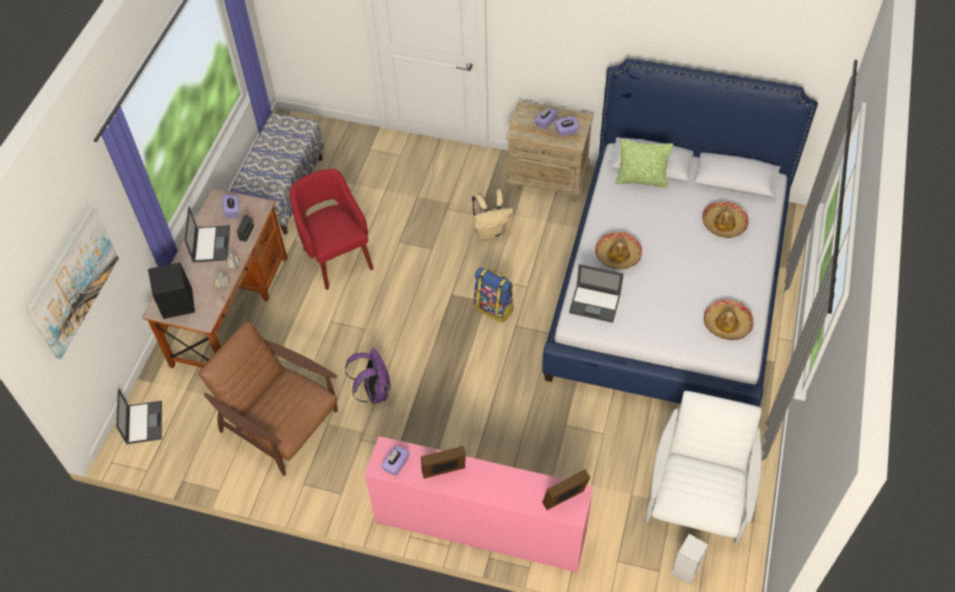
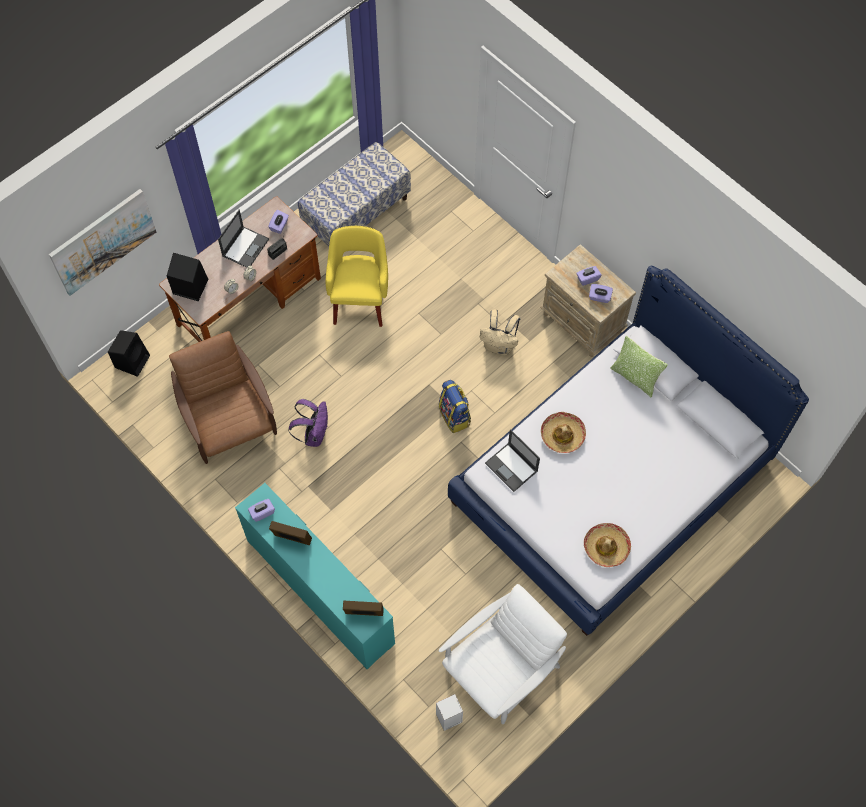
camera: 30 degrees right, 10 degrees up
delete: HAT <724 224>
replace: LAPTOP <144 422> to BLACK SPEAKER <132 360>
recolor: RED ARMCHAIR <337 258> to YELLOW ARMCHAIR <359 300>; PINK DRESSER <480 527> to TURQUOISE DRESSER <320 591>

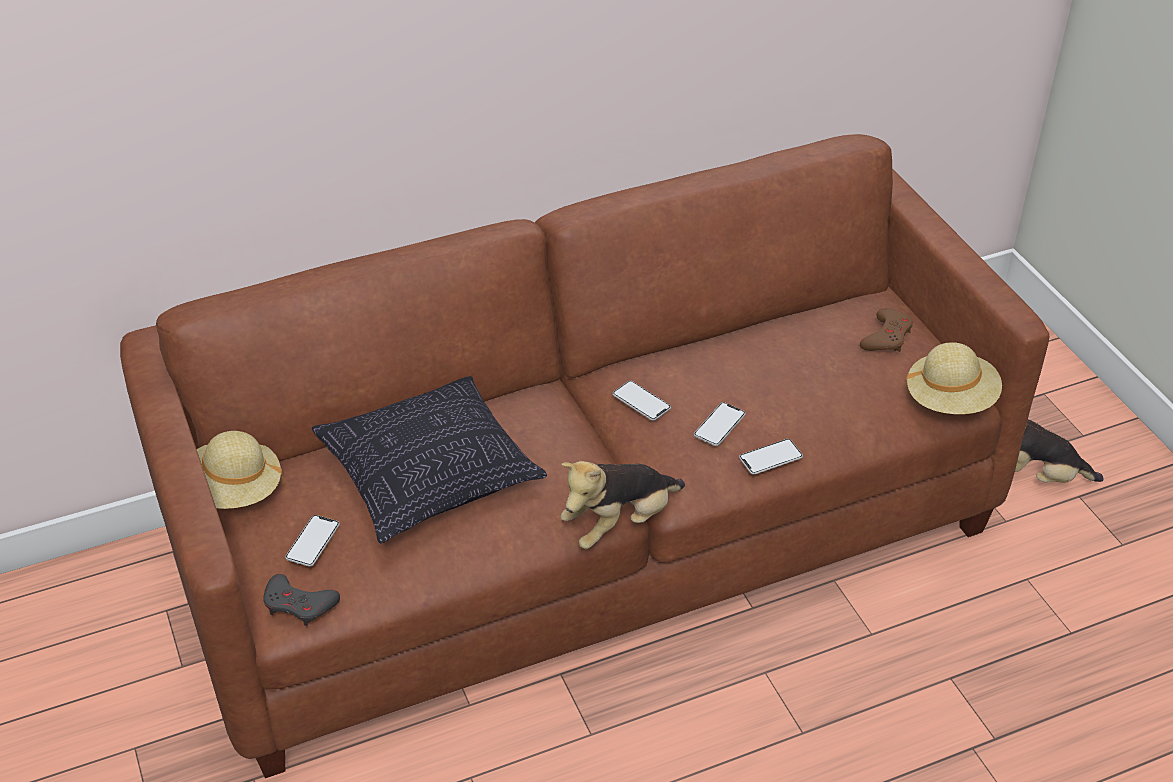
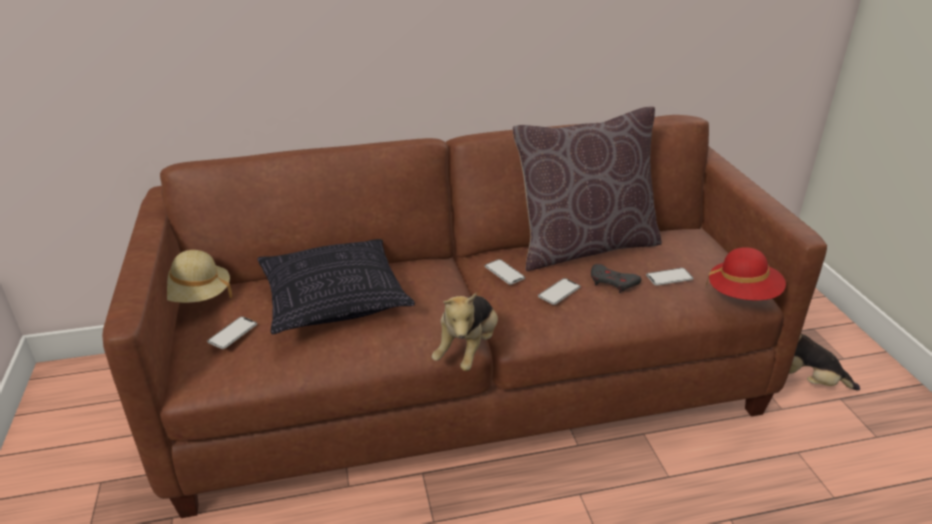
camera: 10 degrees right, 10 degrees down
delete: BROWN GAME CONTROLLER <886 336>
insert: BROWN PILLOW <584 246>
move: GREY GAME CONTROLLER <299 604> to <613 282>; PHONE <770 458> to <669 277>
recolor: BEIGE HAT <950 400> to RED HAT <743 295>
rotate: PLUSH TOY <619 523> = <467 349> 45 degrees counterclockwise

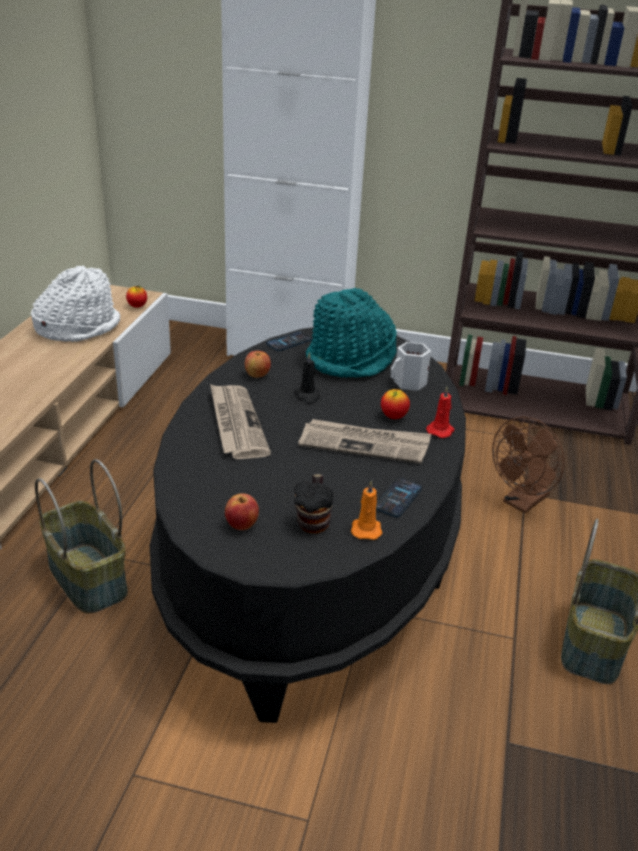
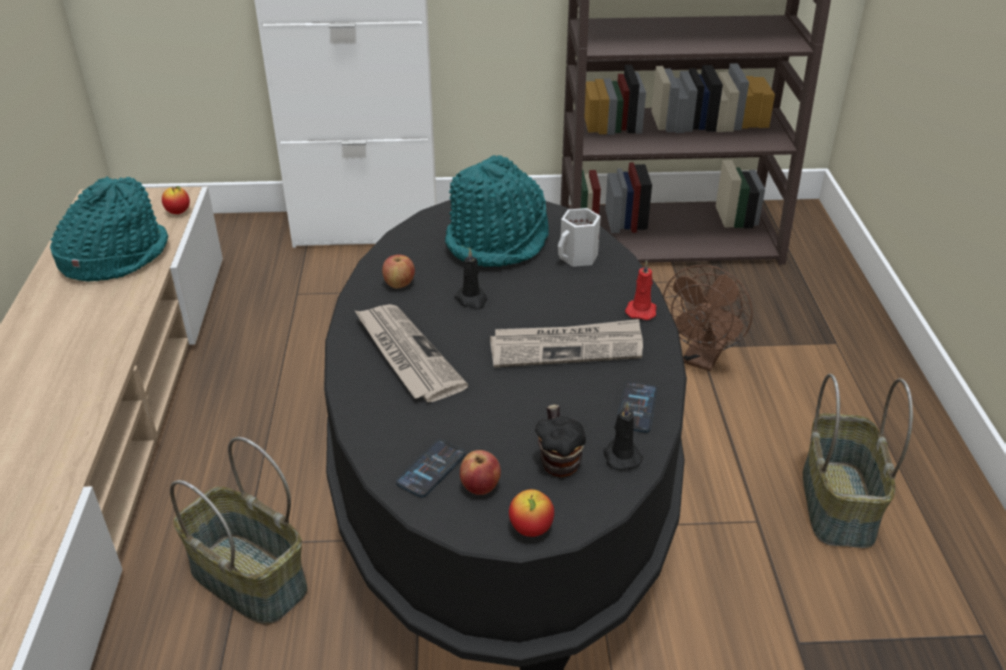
camera: 15 degrees left, 5 degrees up
move: PHONE <289 342> to <431 469>; APPLE <393 417> to <531 529>
recolor: WHITE HAT <78 327> to TURQUOISE HAT <114 256>; ORANGE CANDLE <366 529> to BLACK CANDLE <621 455>

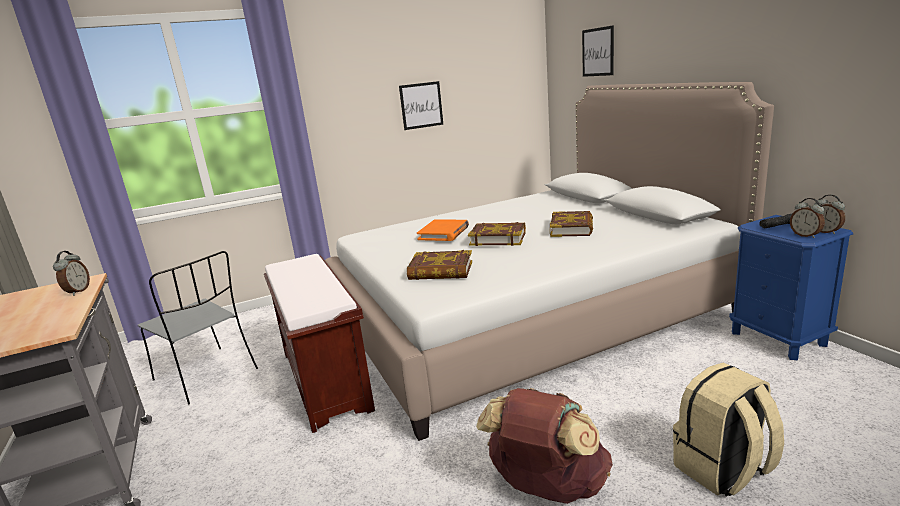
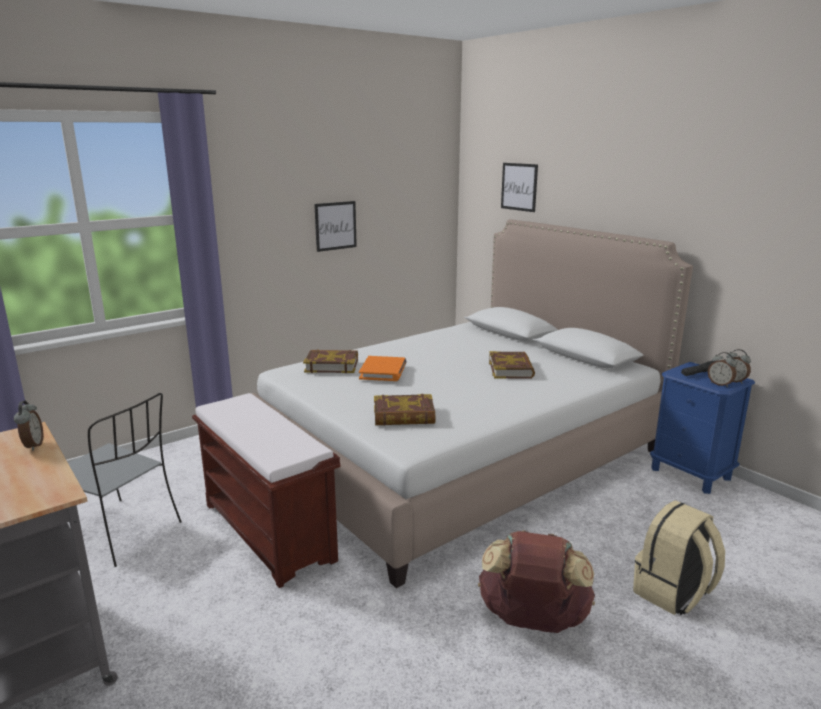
camera: 15 degrees left, 0 degrees up
move: BOOK <498 238> to <331 365>

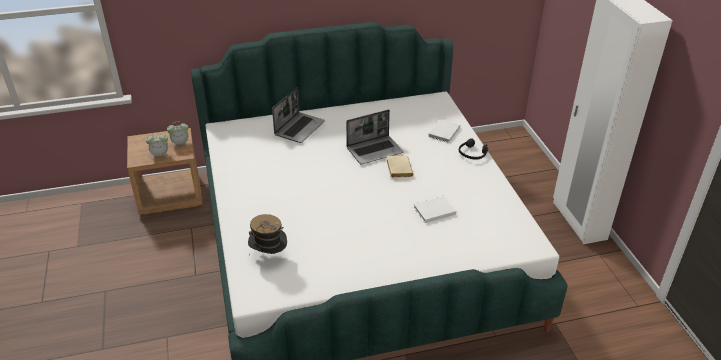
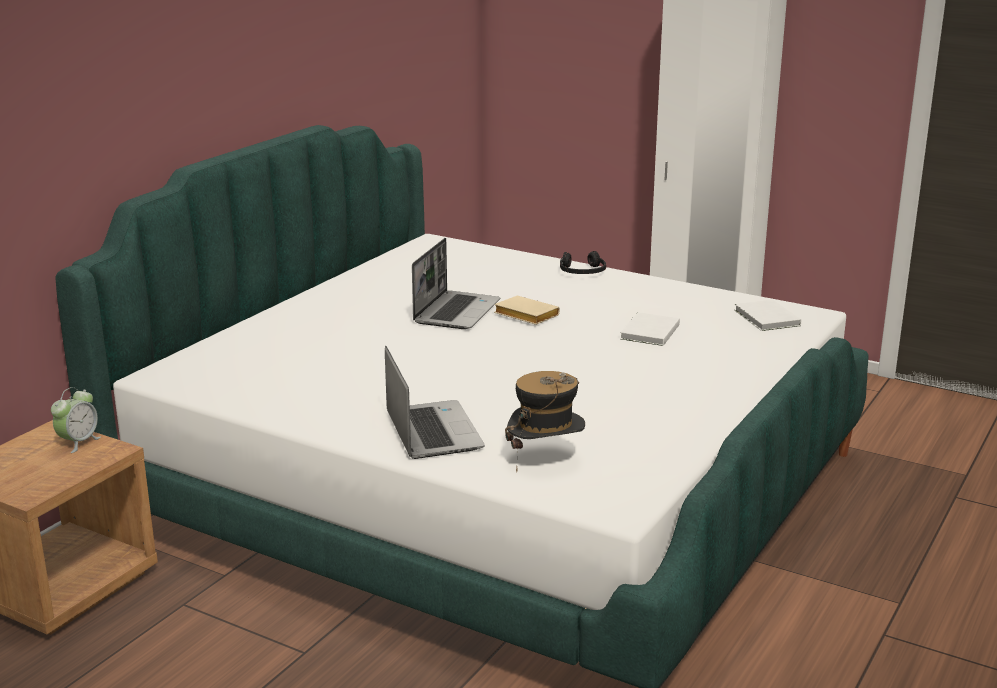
camera: 45 degrees left, 15 degrees down
delete: ALARM CLOCK <160 155>
move: LAPTOP <299 128> to <431 431>; WHITE BOOK <443 132> to <766 319>

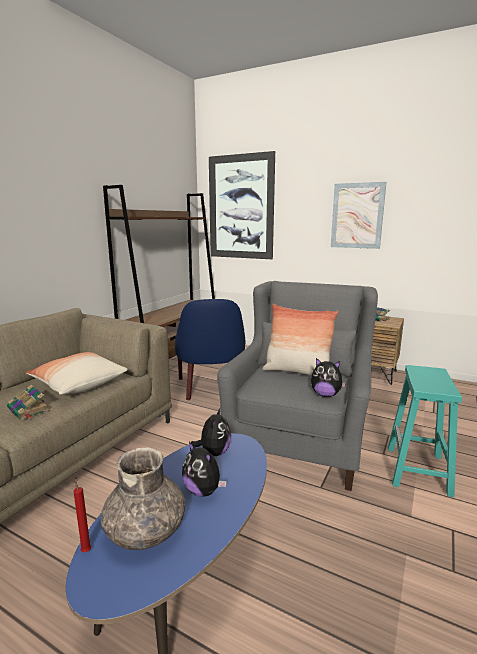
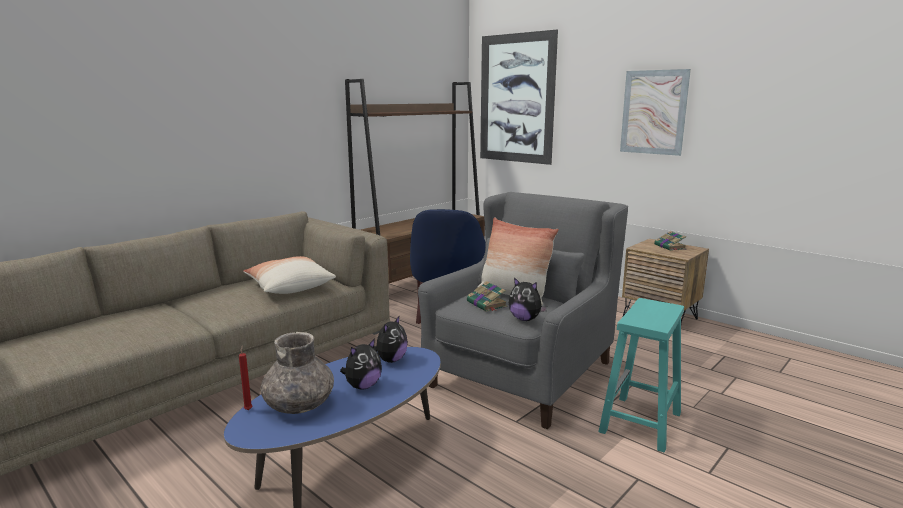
camera: 15 degrees right, 0 degrees up
move: BOOK <28 410> to <487 304>
rotate: PLUSH TOY <203 491> = <362 386> 105 degrees counterclockwise

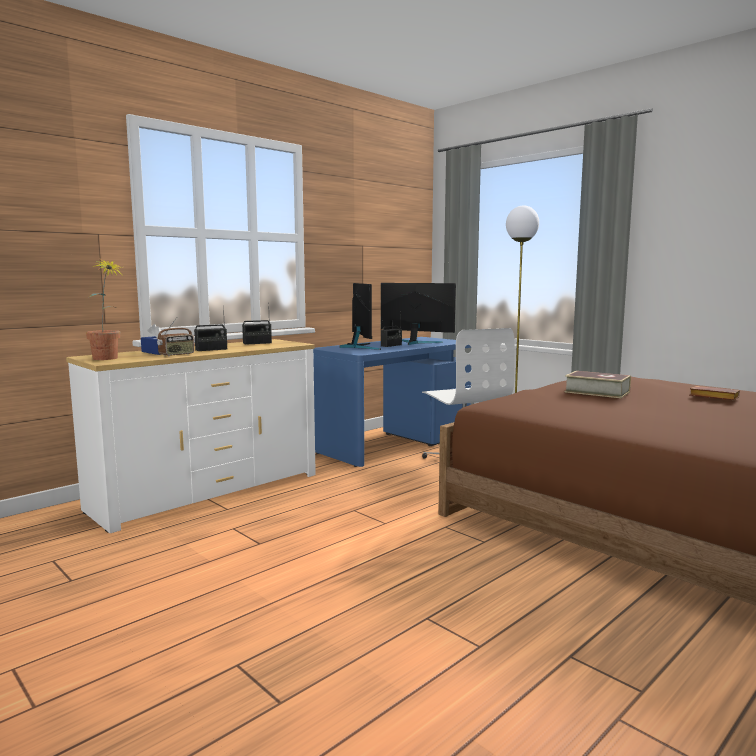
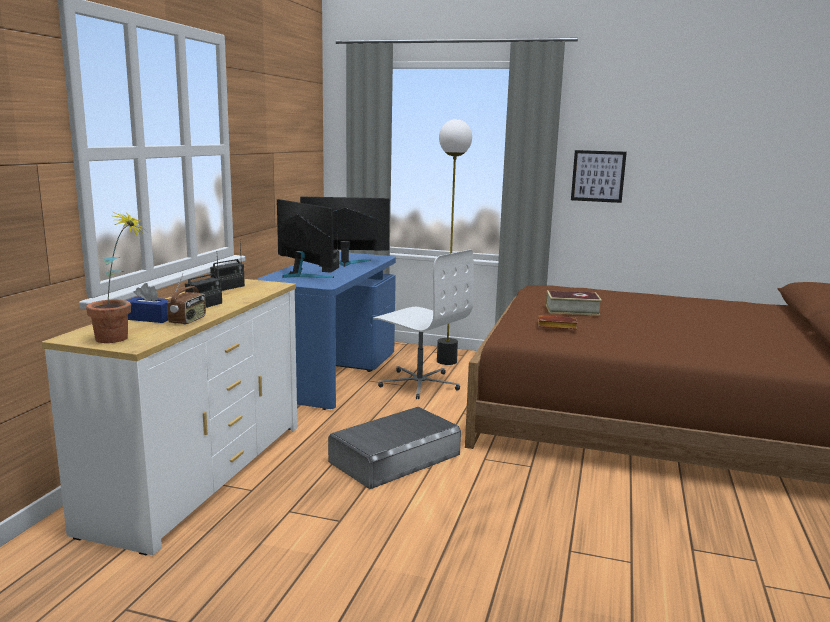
camera: 30 degrees left, 5 degrees up
insert: GREY STORAGE BOX <395 457>; PICTURE <598 176>
move: BROWN BOOK <712 397> to <555 326>

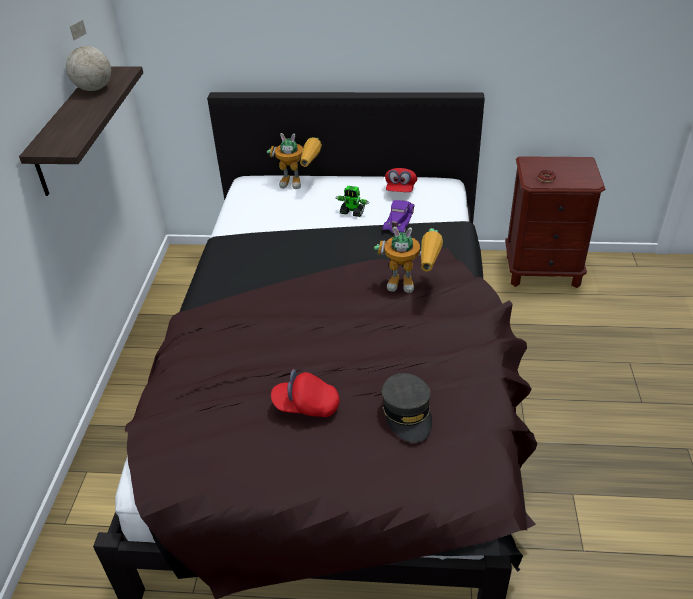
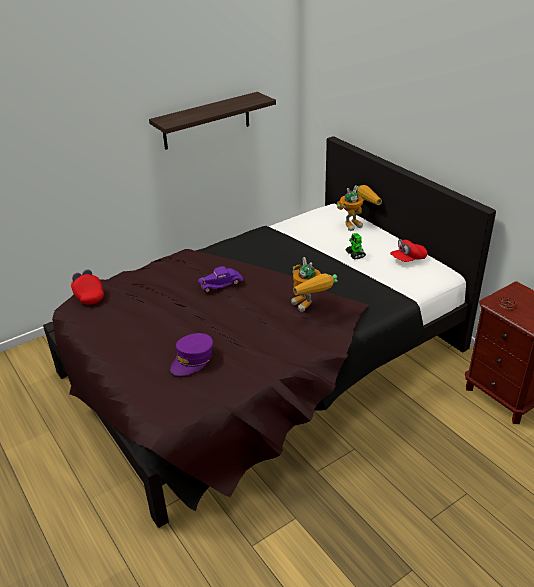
camera: 50 degrees right, 5 degrees down
delete: GLOBE <94 89>
move: RED CAP <306 406> to <88 295>; PURPLE TOY CAR <399 220> to <221 283>
recolor: GREY CAP <407 414> to PURPLE CAP <192 360>
rotate: TOY ROBOT <300 183> = <357 223> 90 degrees counterclockwise

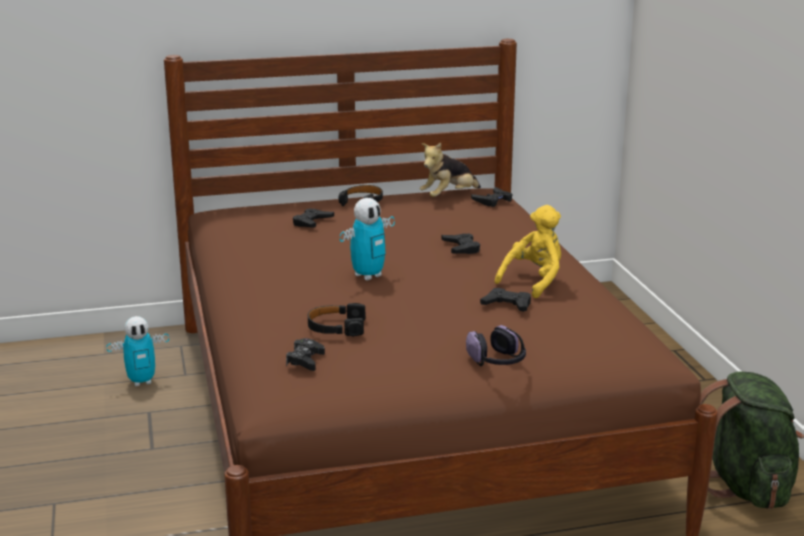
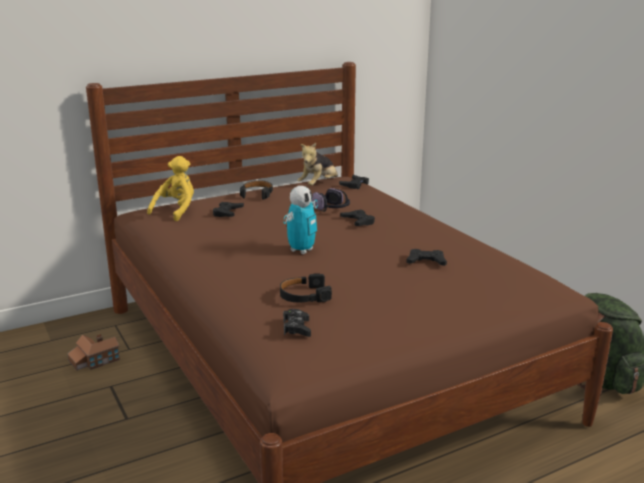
camera: 15 degrees left, 0 degrees up
move: HEADPHONES <497 362> to <332 209>; YELLOW PLUSH TOY <534 281> to <176 211>
replace: TOY ROBOT <142 382> to TOY HOUSE <94 360>

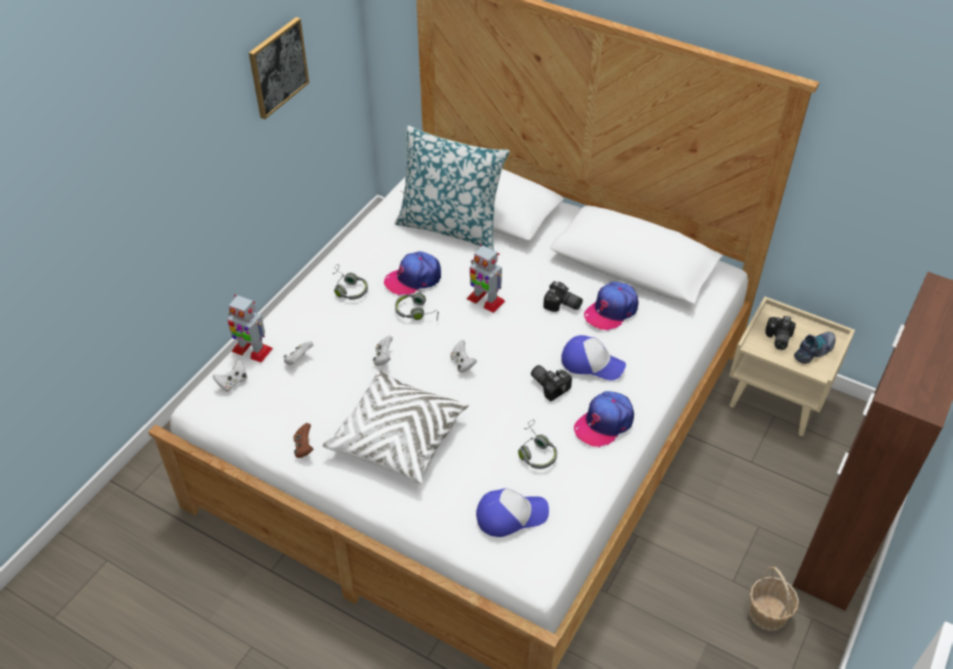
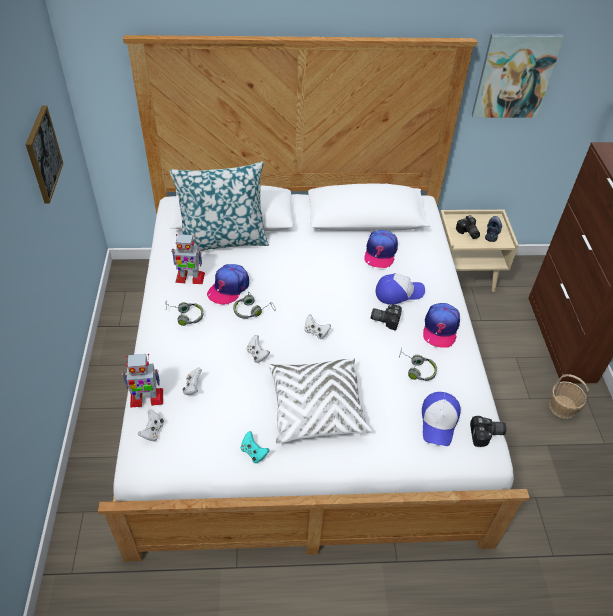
camera: 35 degrees left, 0 degrees up
insert: PICTURE <514 76>
move: TOY ROBOT <485 300> to <189 277>; PHOTO CAMERA <562 305> to <486 435>
recolor: BROWN GAME CONTROLLER <304 447> to TURQUOISE GAME CONTROLLER <254 452>
rotate: CAP <511 515> = <439 422> 150 degrees clockwise

